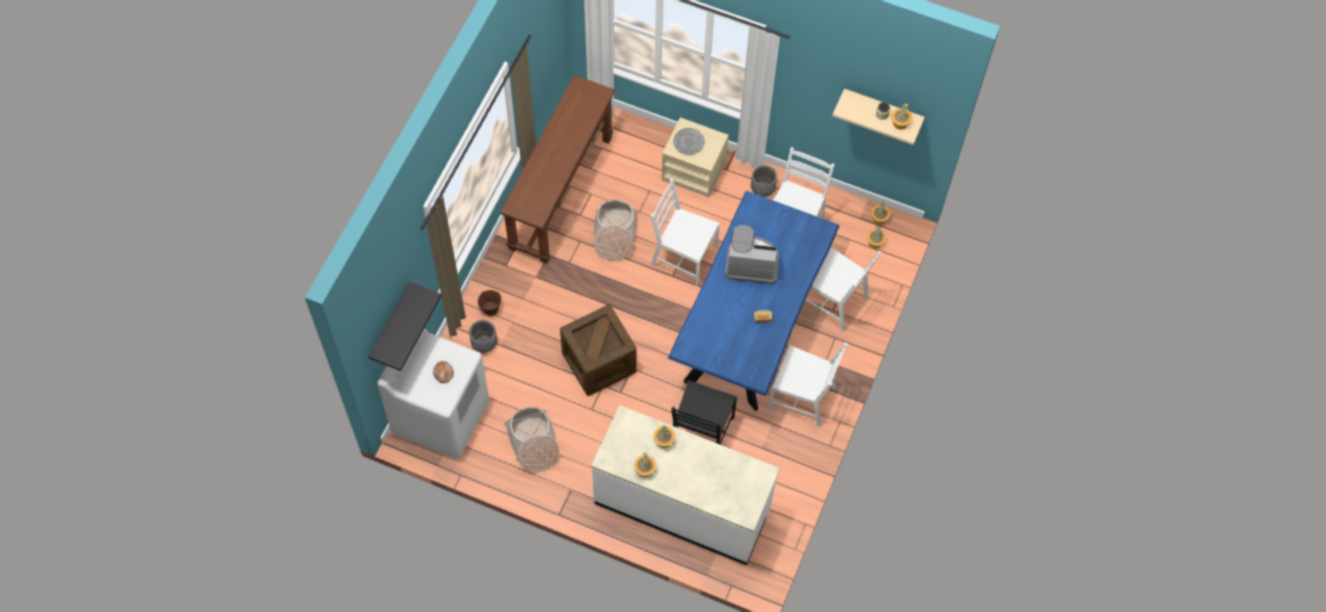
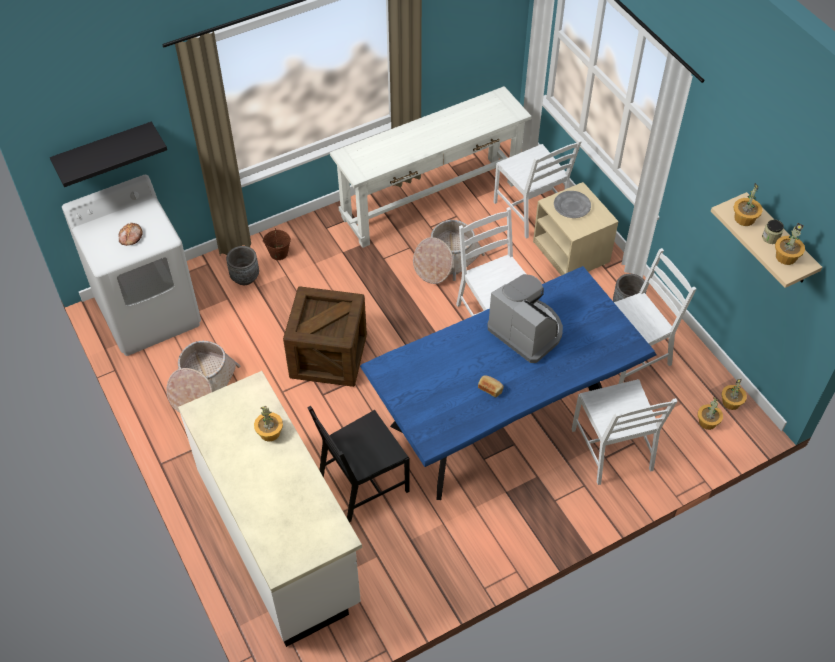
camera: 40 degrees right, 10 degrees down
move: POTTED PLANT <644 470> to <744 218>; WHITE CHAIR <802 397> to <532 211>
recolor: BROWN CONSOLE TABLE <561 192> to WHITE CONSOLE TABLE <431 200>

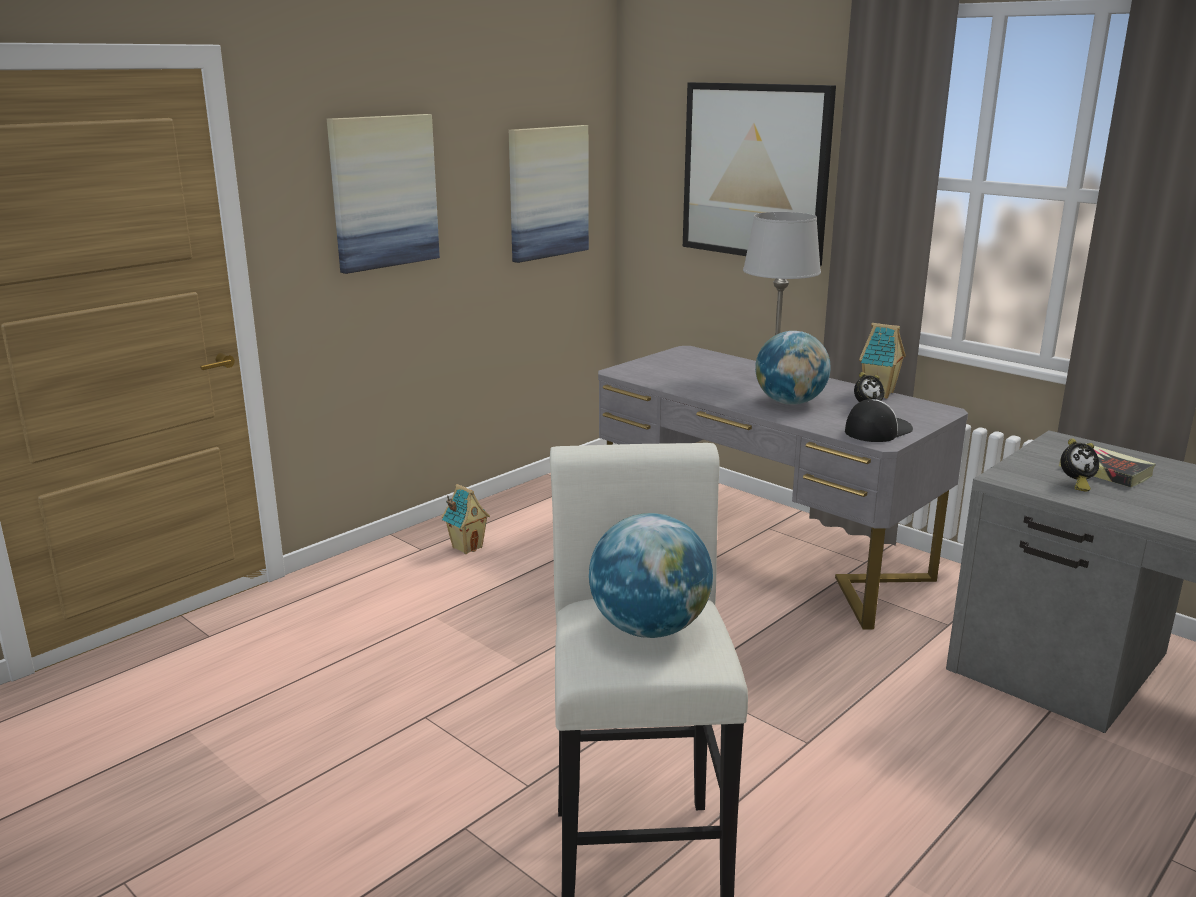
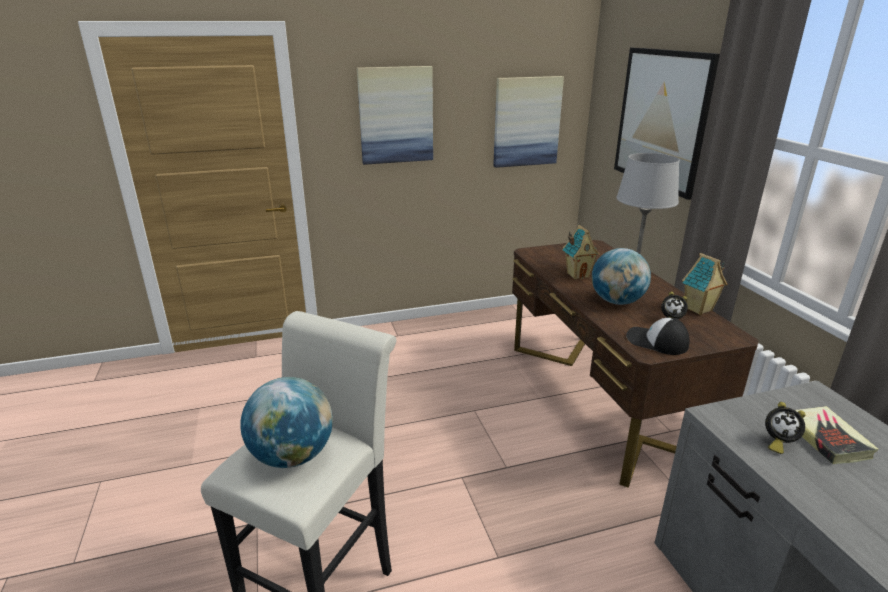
camera: 30 degrees right, 5 degrees up
move: TOY HOUSE <467 547> to <578 275>
recolor: GREY DESK <761 550> to BROWN DESK <600 398>
rotate: CAP <877 430> = <656 341> 135 degrees counterclockwise

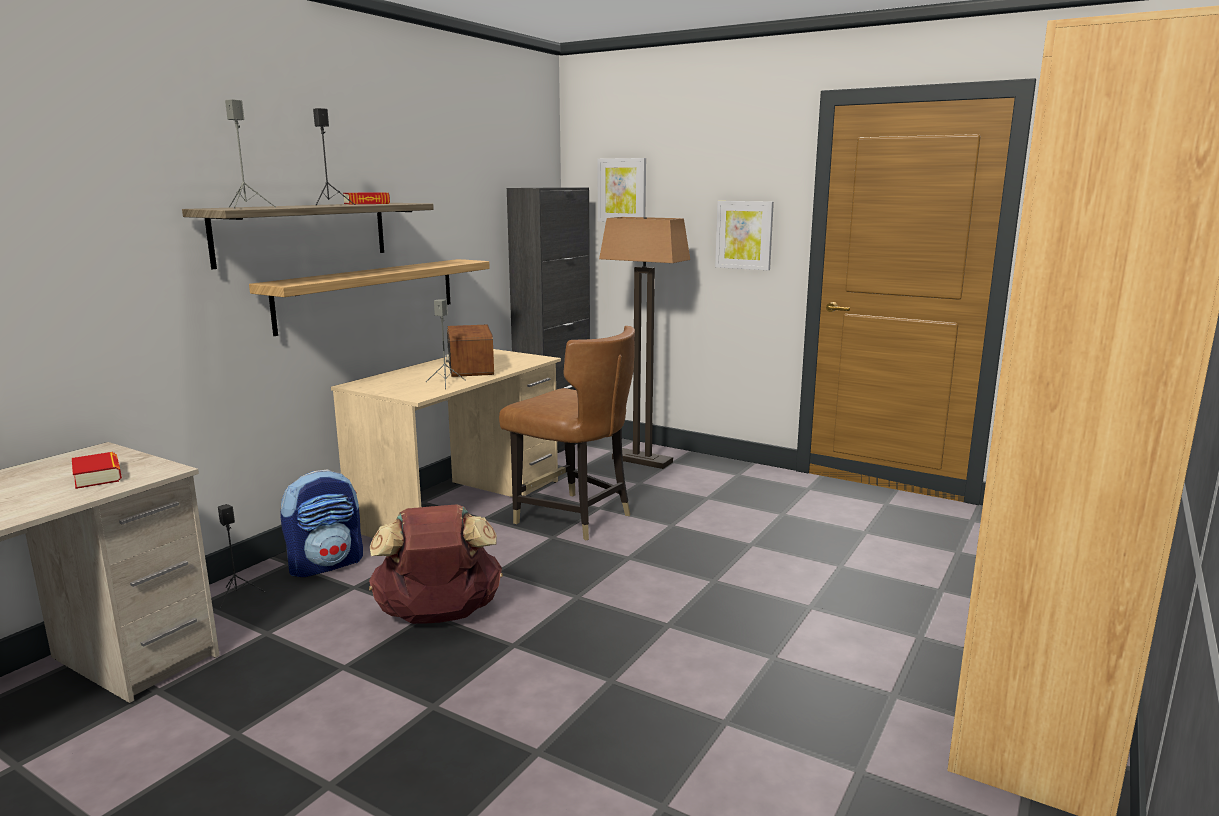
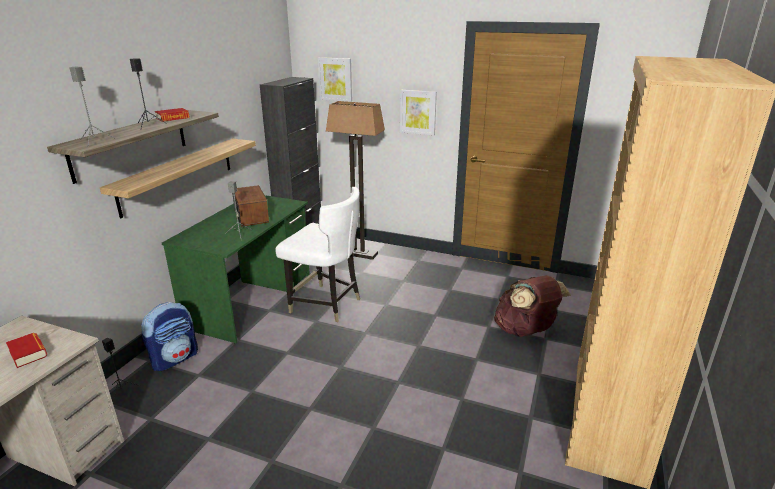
camera: 10 degrees left, 10 degrees up
move: BROWN BACKPACK <439 617> to <525 331>
recolor: BEIGE DESK <460 504> to GREEN DESK <251 300>; BROWN CHAIR <574 517> to WHITE CHAIR <326 304>

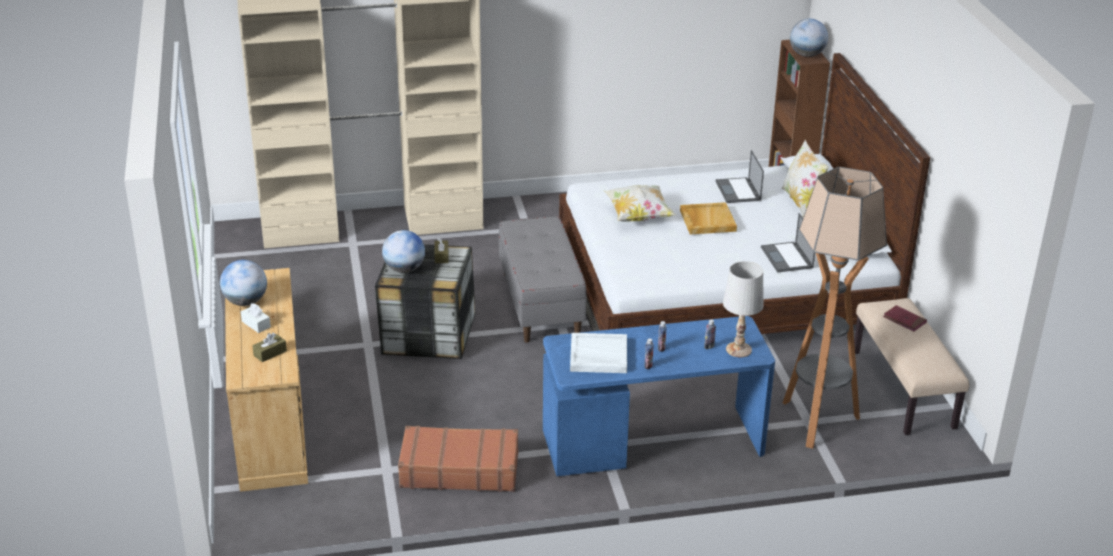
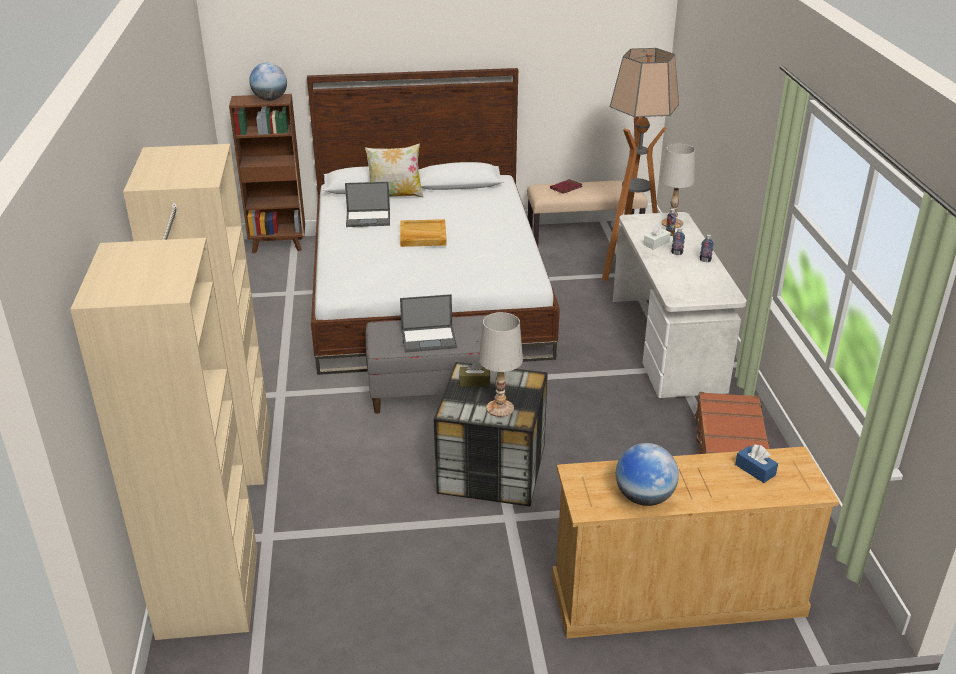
camera: 85 degrees left, 0 degrees up
delete: WHITE TRAY <598 356>; PILLOW <638 216>
move: WHITE TISSUE BOX <256 324> to <656 243>; LAPTOP <787 258> to <429 339>
replace: GLOBE <404 269> to WHITE TABLE LAMP <500 408>
recolor: BROWN TISSUE BOX <270 353> to BLUE TISSUE BOX <755 470>; BLUE DESK <652 442> to WHITE DESK <668 343>

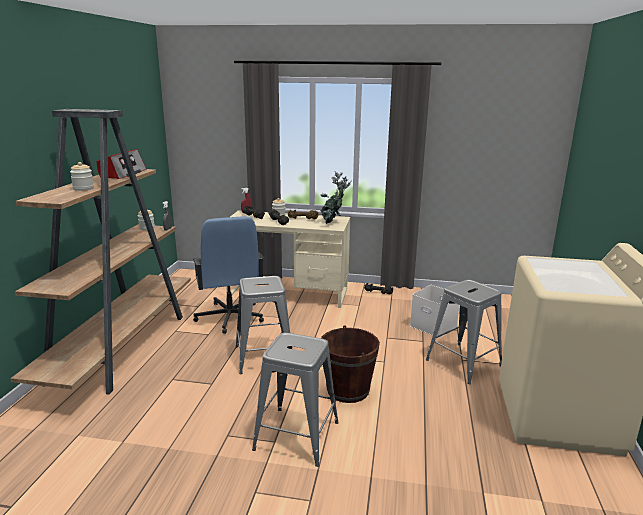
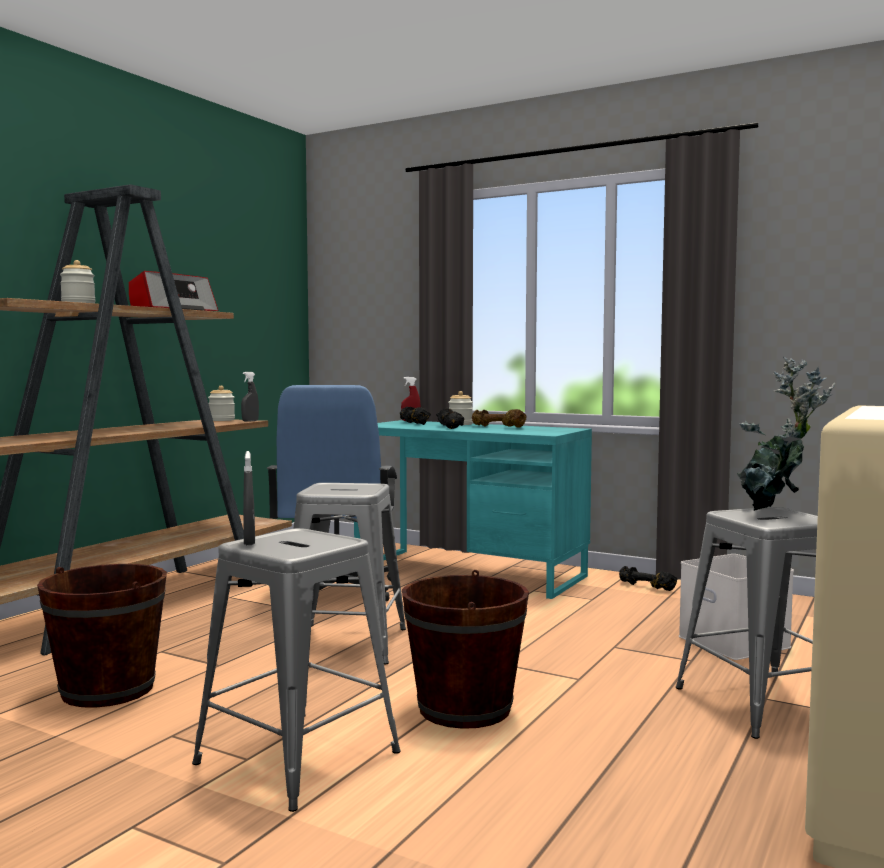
camera: 20 degrees right, 15 degrees down
insert: BROWN BUCKET <108 689>; GREY SPRAY BOTTLE <249 542>
move: POTTED PLANT <332 223> to <774 511>
recolor: BEIGE DESK <288 293> to TURQUOISE DESK <469 572>

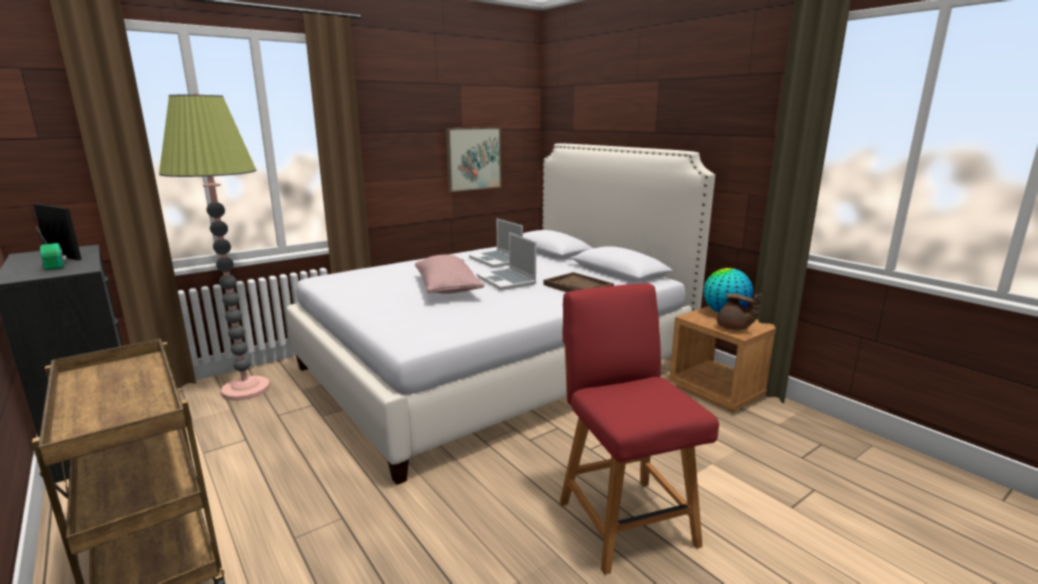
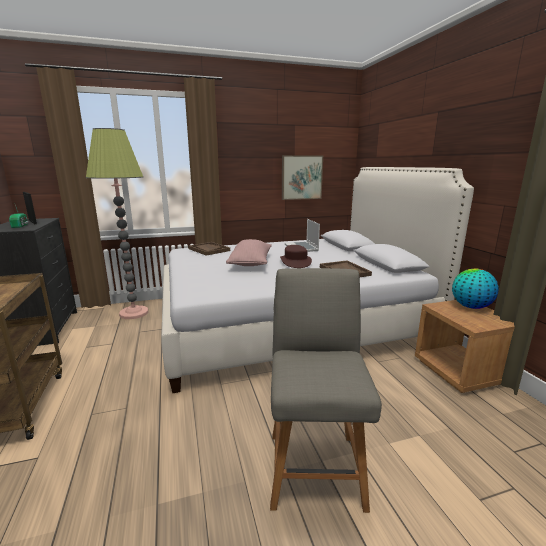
camera: 20 degrees right, 0 degrees up
delete: BROWN TEAPOT <734 328>
insert: BROWN TRAY <209 250>
replace: LAPTOP <507 280> to BROWN HAT <295 262>
recolor: RED CHAIR <624 519> to GREY CHAIR <314 465>

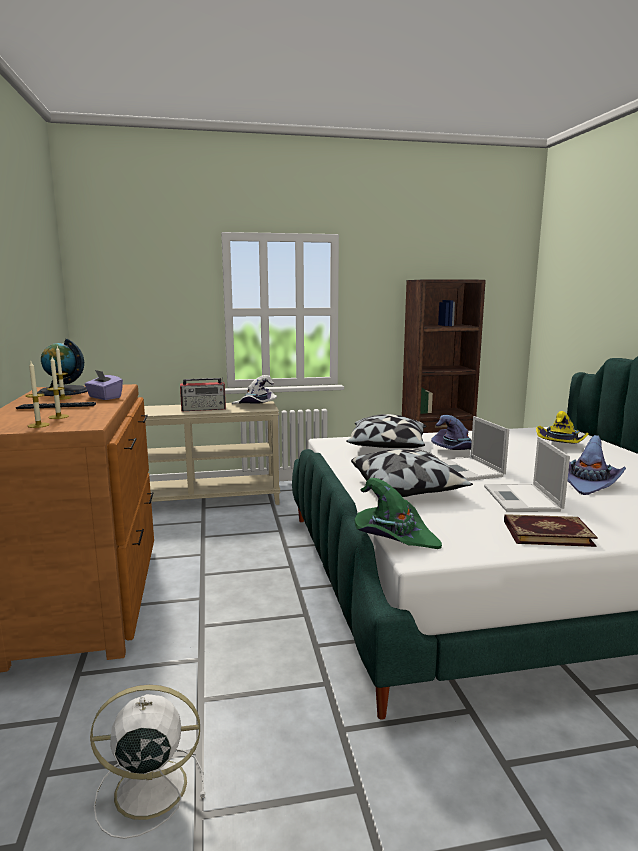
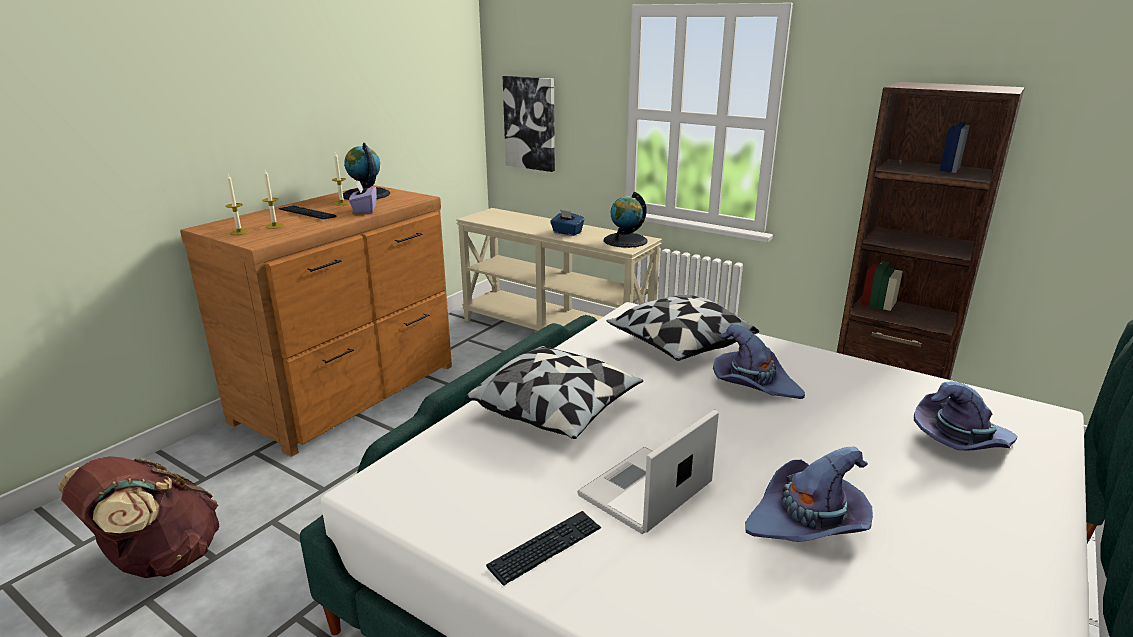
camera: 45 degrees right, 10 degrees up
delete: GREEN HAT <394 537>; LAPTOP <468 470>
insert: PICTURE <530 123>
replace: WHITE FAN <147 789> to BROWN BACKPACK <159 560>; RADIO <204 409> to BLUE TISSUE BOX <567 232>; WHITE HAT <255 405> to GLOBE <625 240>; BOOK <547 533> to KEYBOARD <546 548>
recolor: YELLOW HAT <561 444> to PURPLE HAT <961 441>

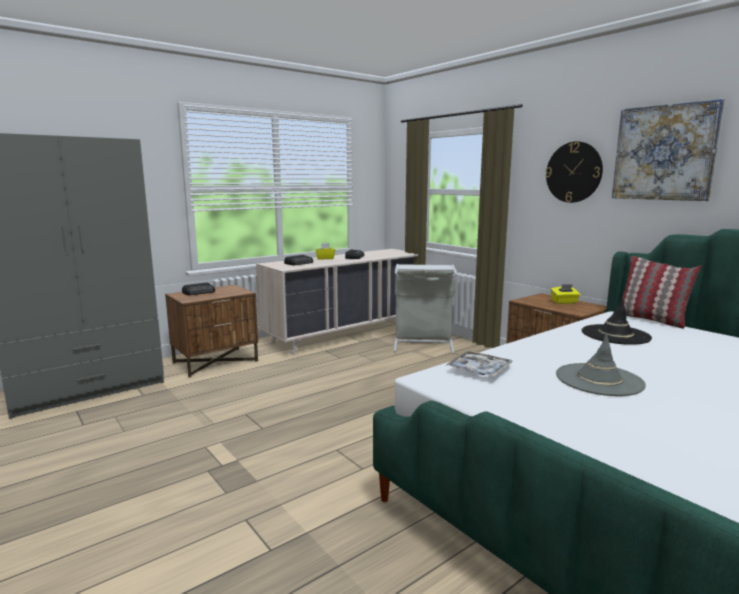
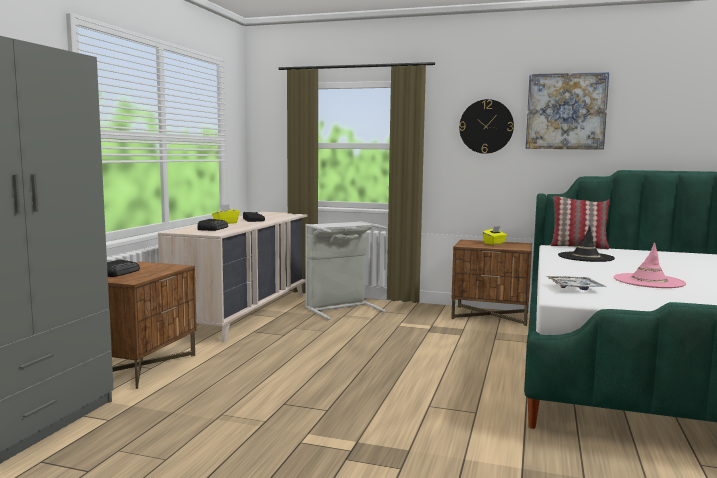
camera: 35 degrees left, 5 degrees down
recolor: GREY HAT <599 380> to PINK HAT <648 281>

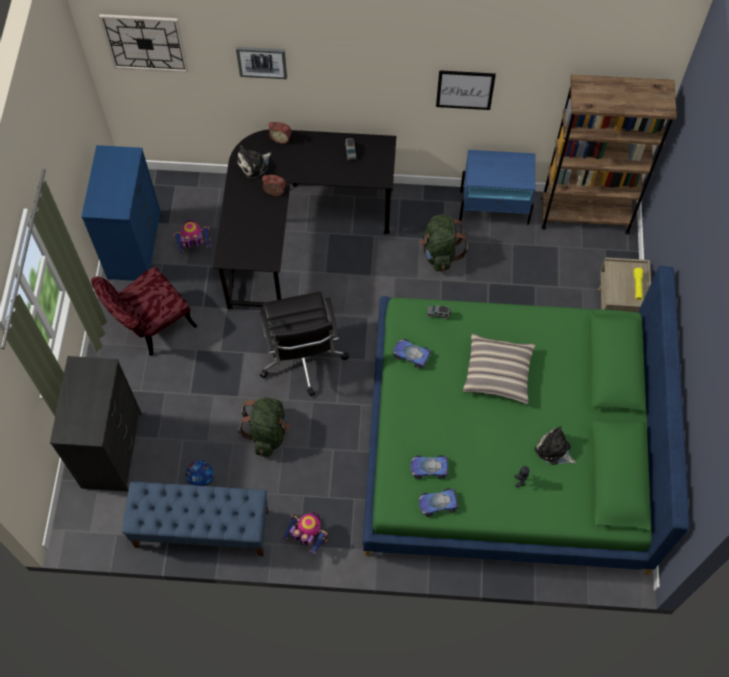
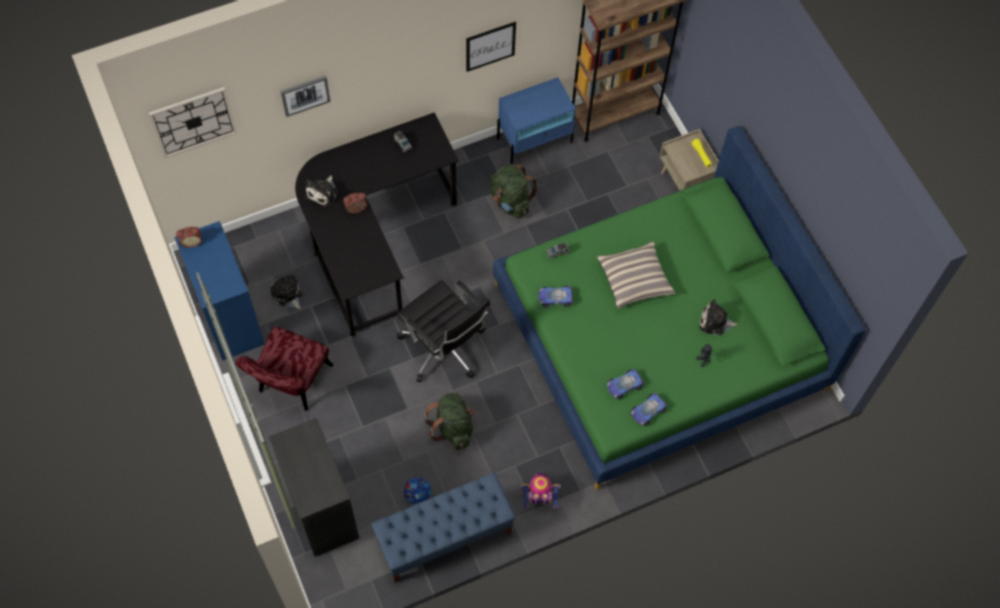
camera: 30 degrees left, 0 degrees up
move: ALARM CLOCK <281 138> to <191 241>
replace: TOY ROBOT <194 247> to PLUSH TOY <287 295>

